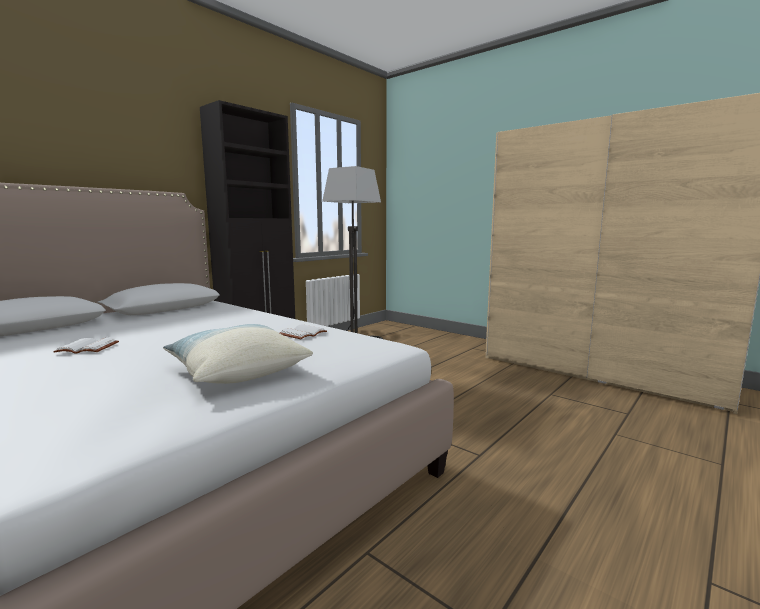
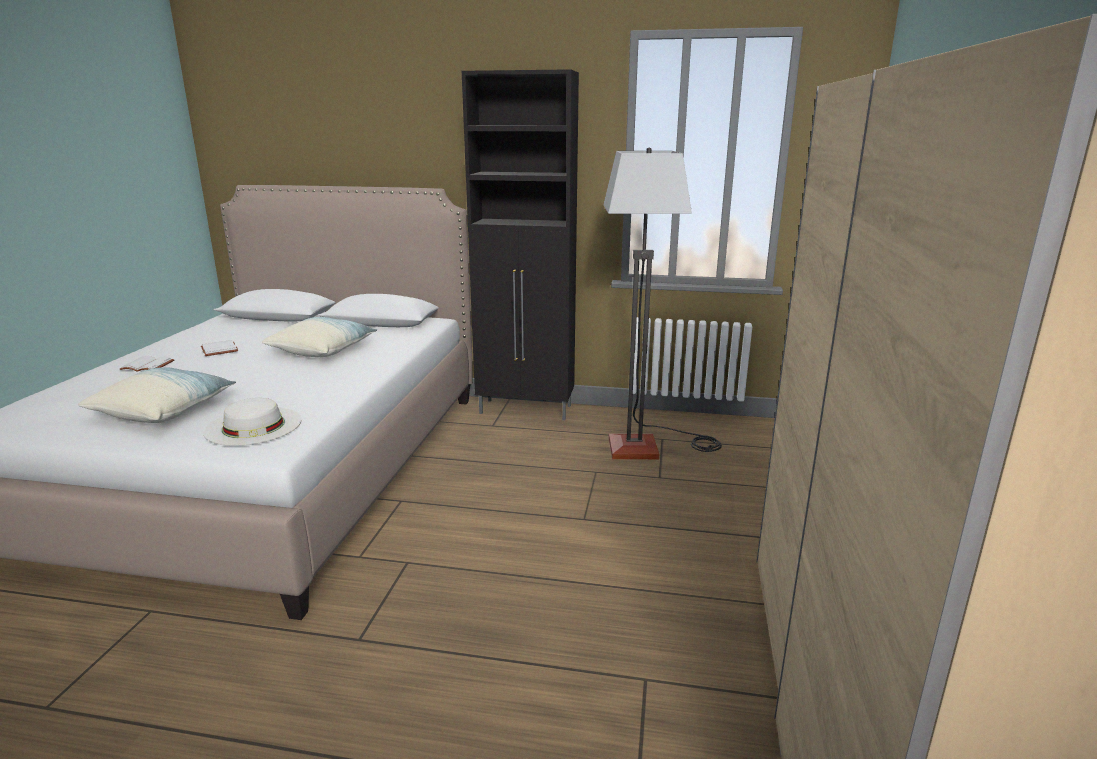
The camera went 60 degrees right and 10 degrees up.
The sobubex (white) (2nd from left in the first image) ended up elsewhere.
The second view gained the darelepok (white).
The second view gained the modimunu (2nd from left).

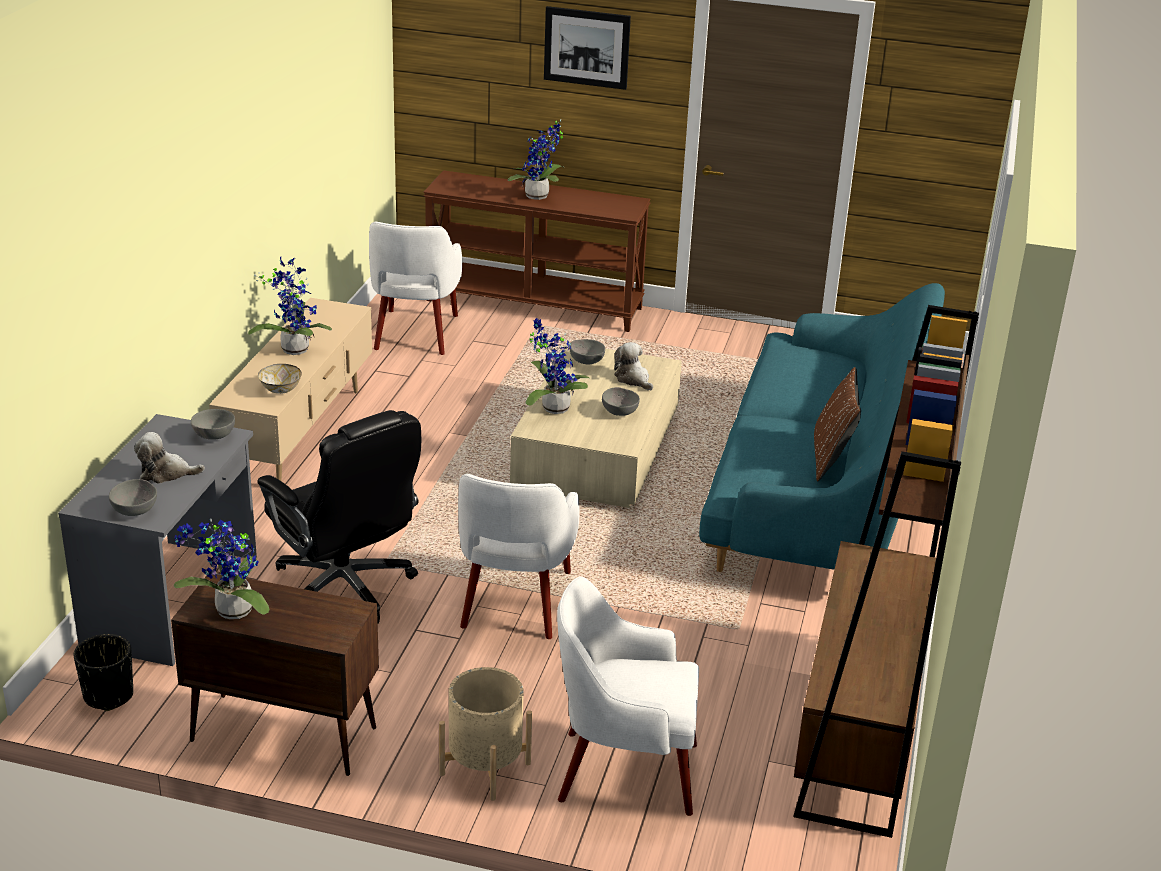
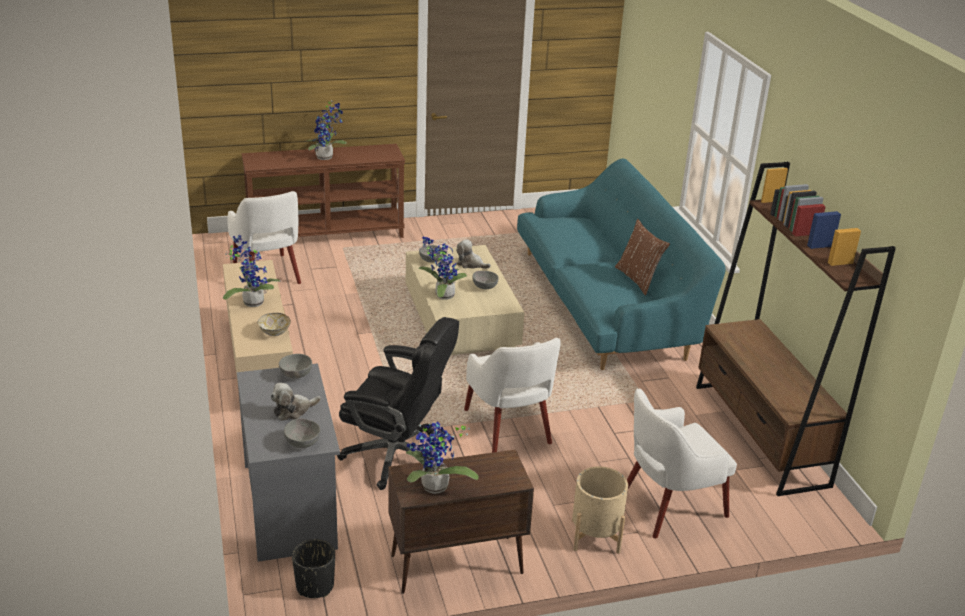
The camera went 30 degrees left and 0 degrees up.
The second view lost the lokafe.

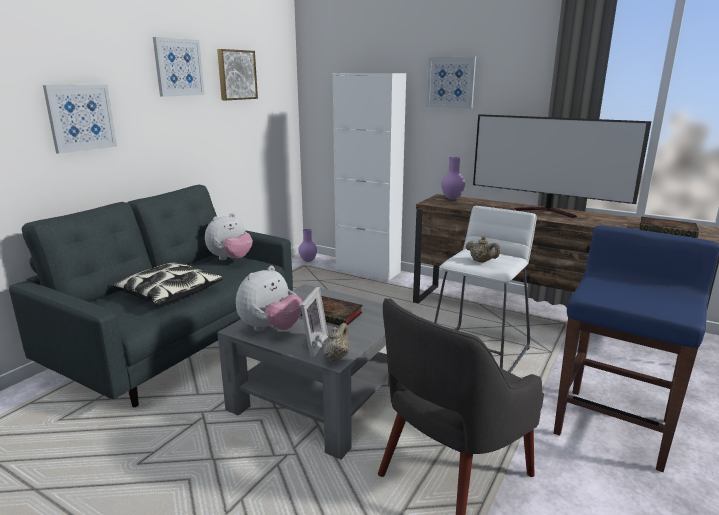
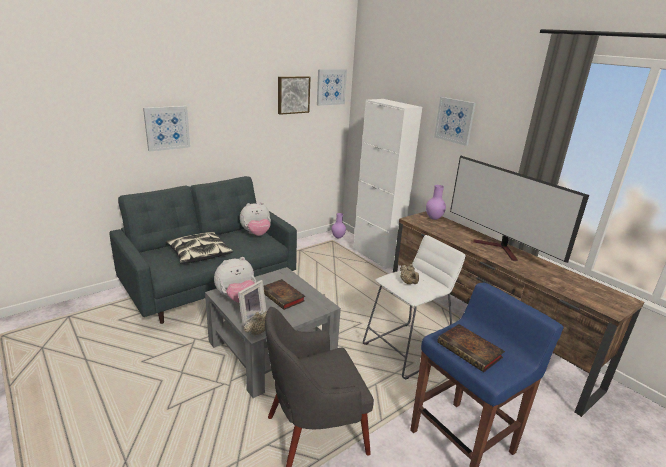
The camera went 20 degrees right and 5 degrees up.
The lokafe (2nd from left in the first image) ended up elsewhere.
The sobubex (2nd from left) ended up elsewhere.

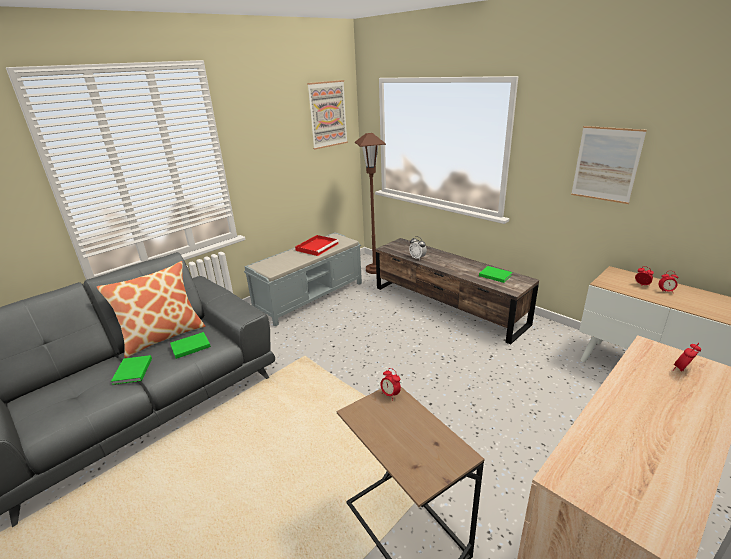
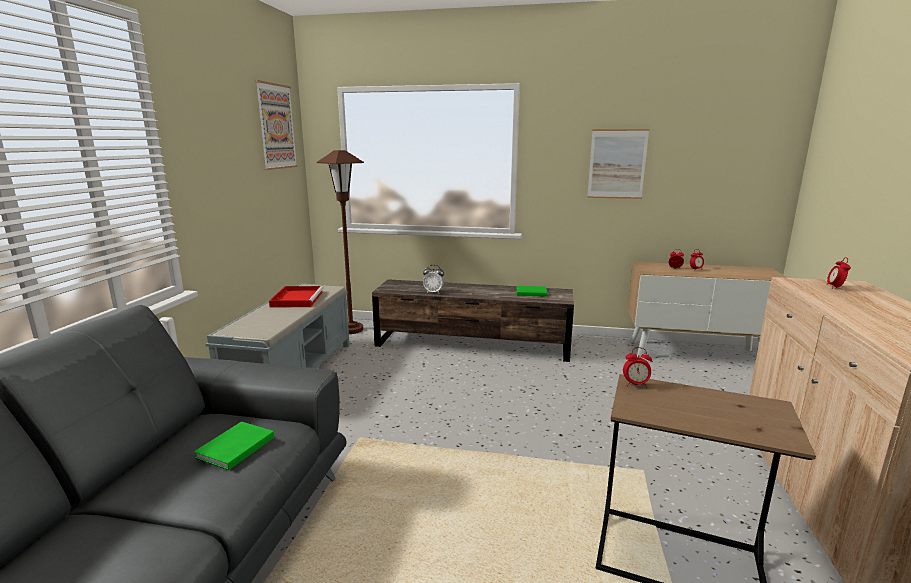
The camera went 35 degrees left and 10 degrees down.
The second view lost the modimunu.
The second view lost the sobubex (green) (1st from left).

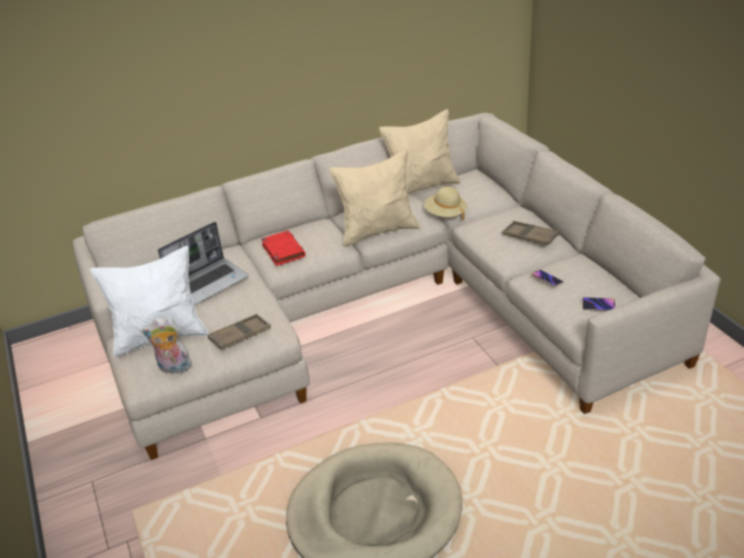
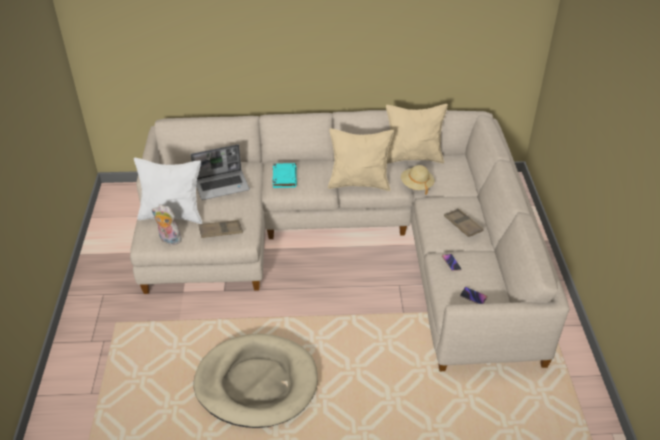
The camera went 20 degrees right and 5 degrees up.
What was the sobubex (red) turned into the sobubex (turquoise).

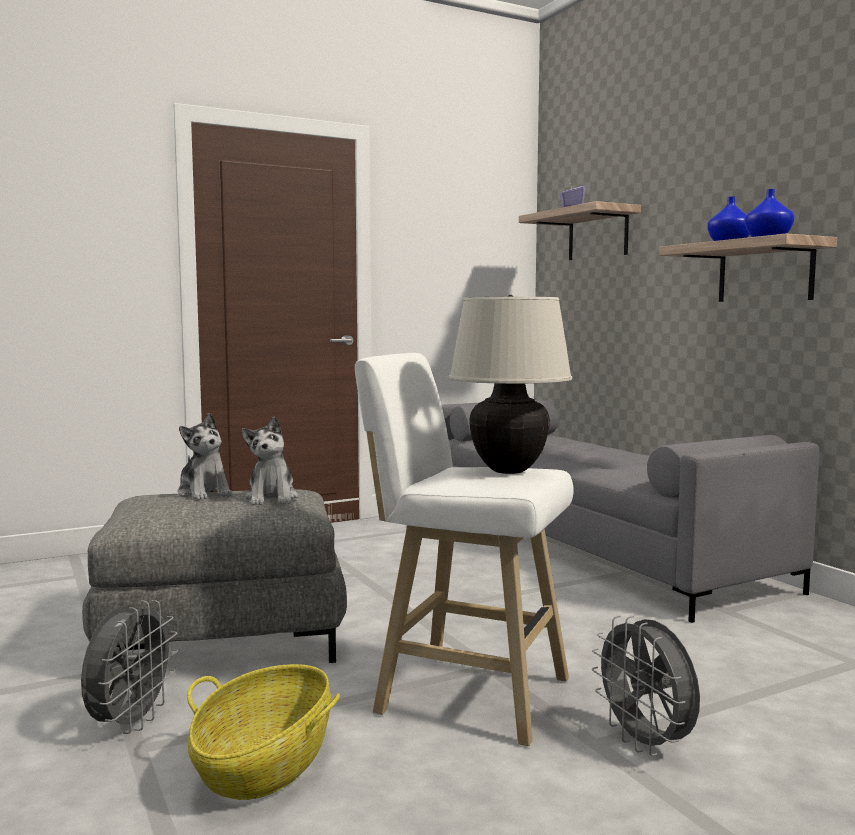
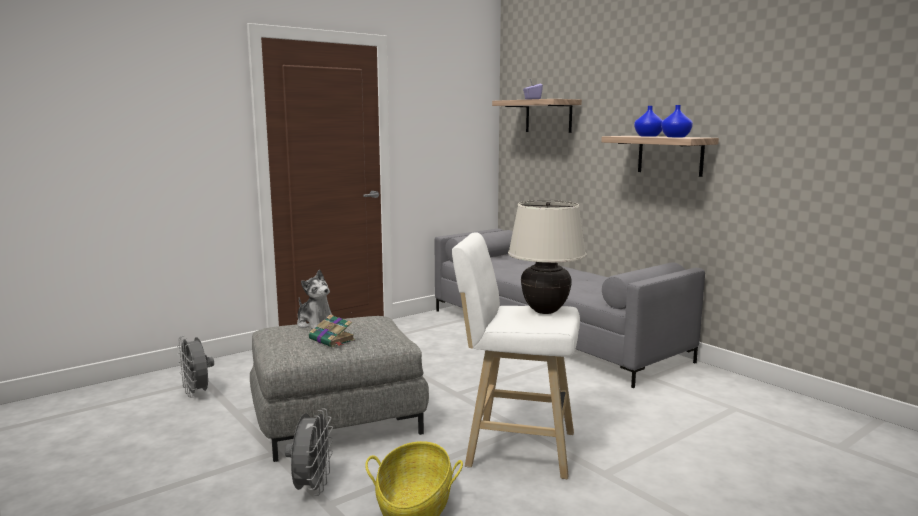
The camera went 10 degrees left and 5 degrees up.
The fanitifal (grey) (2nd from left in the first image) ended up elsewhere.
The second view gained the sobubex.
The second view lost the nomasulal (2nd from left).

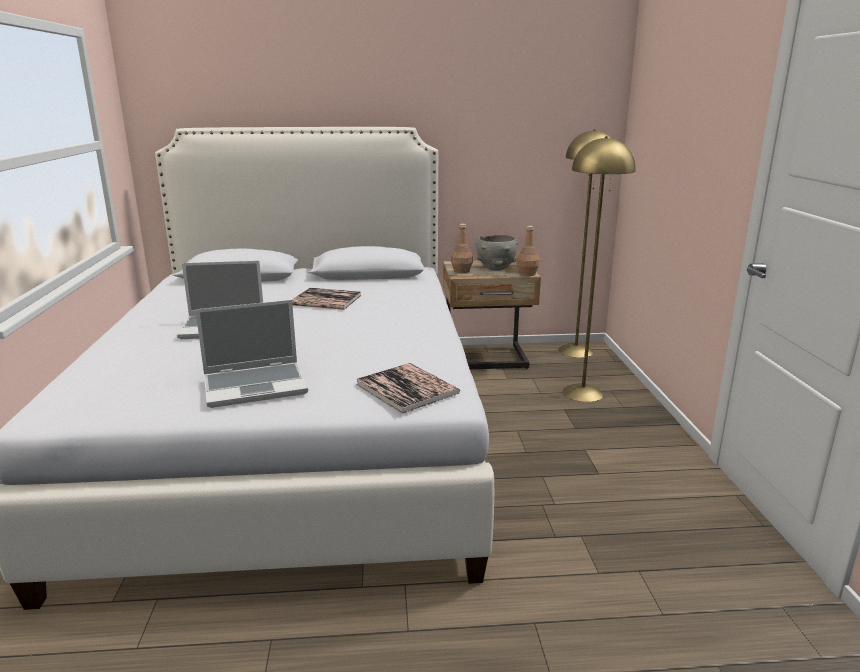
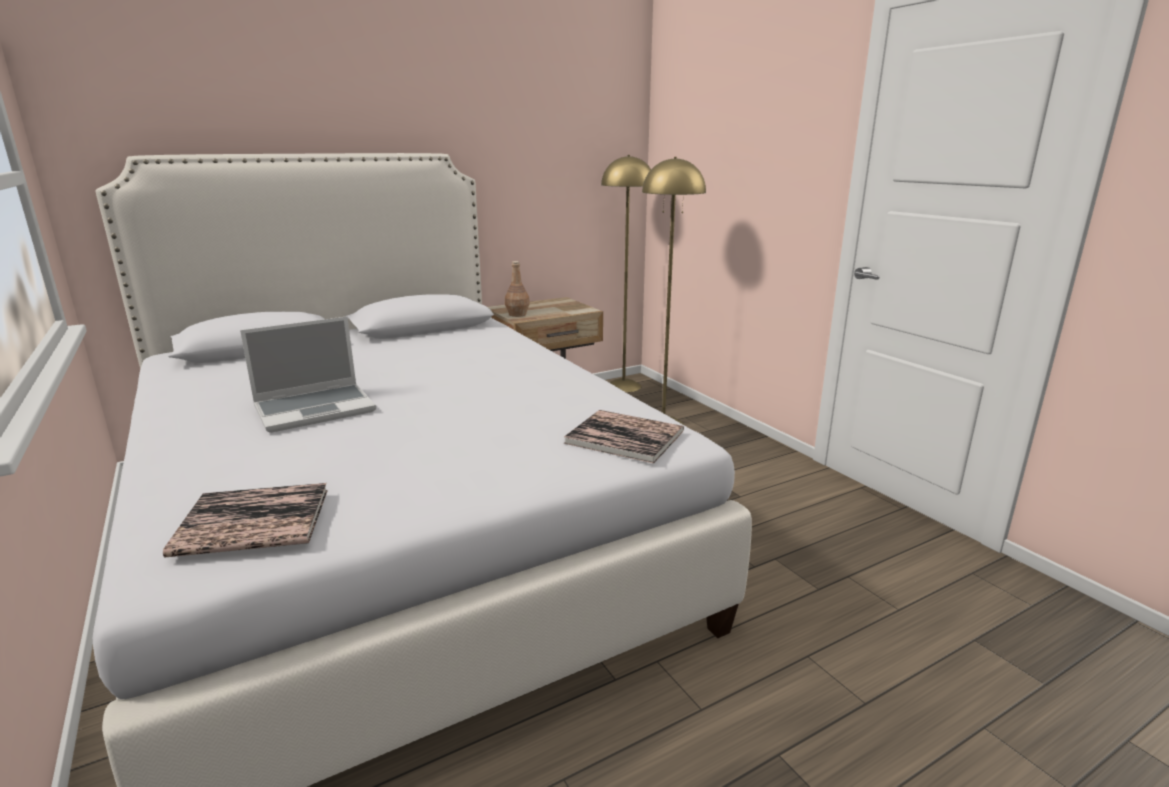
The camera went 25 degrees left and 0 degrees up.
The sobubex (1st from left) ended up elsewhere.
The second view lost the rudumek (2nd from left).
The second view lost the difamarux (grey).
The second view lost the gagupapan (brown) (2nd from left).

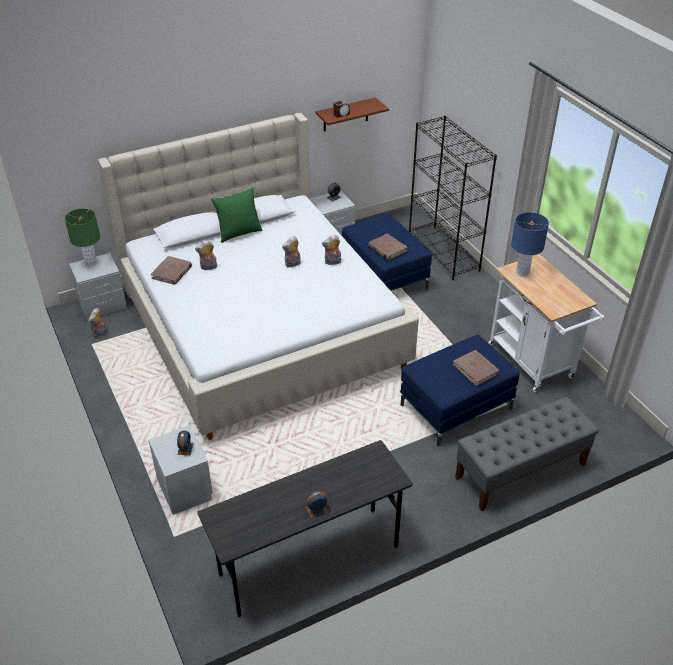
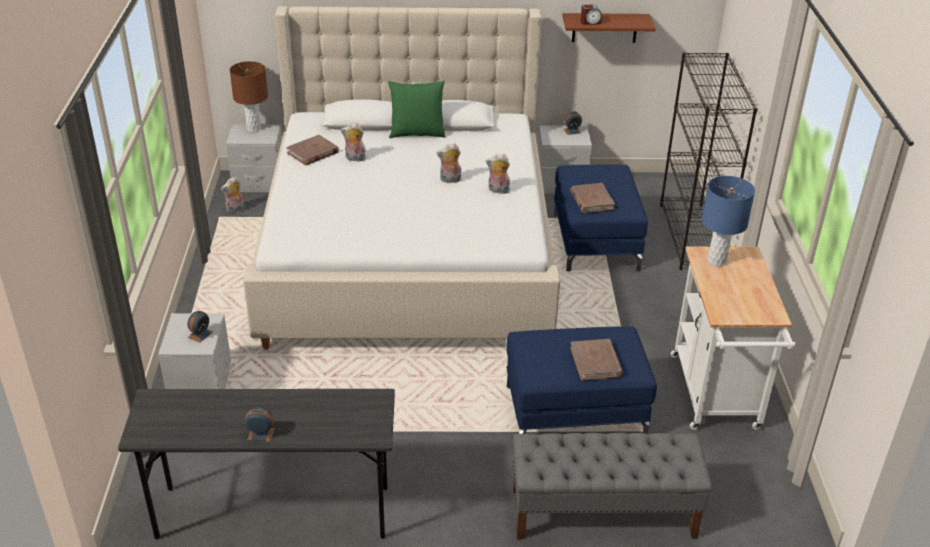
The camera went 25 degrees right and 5 degrees down.
What was the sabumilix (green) turned into the sabumilix (brown).

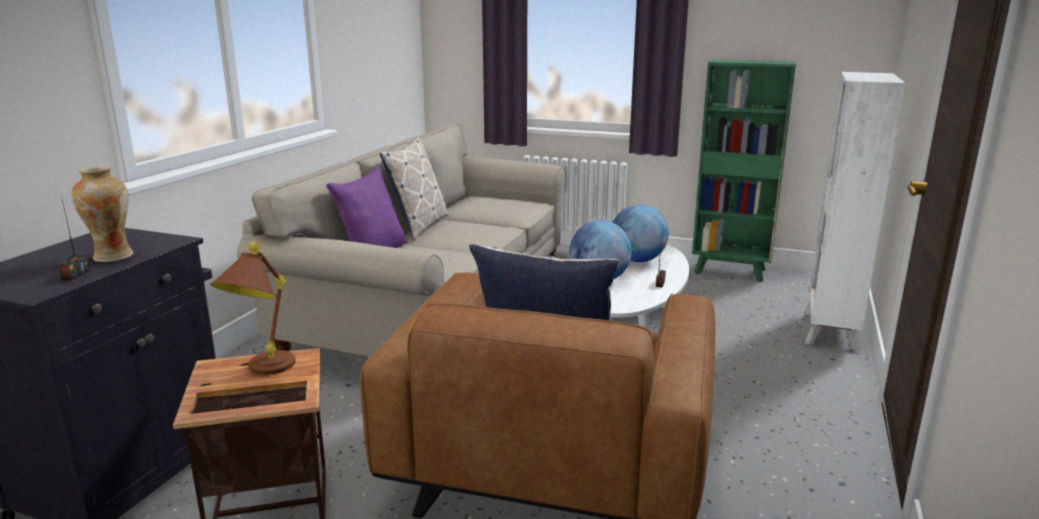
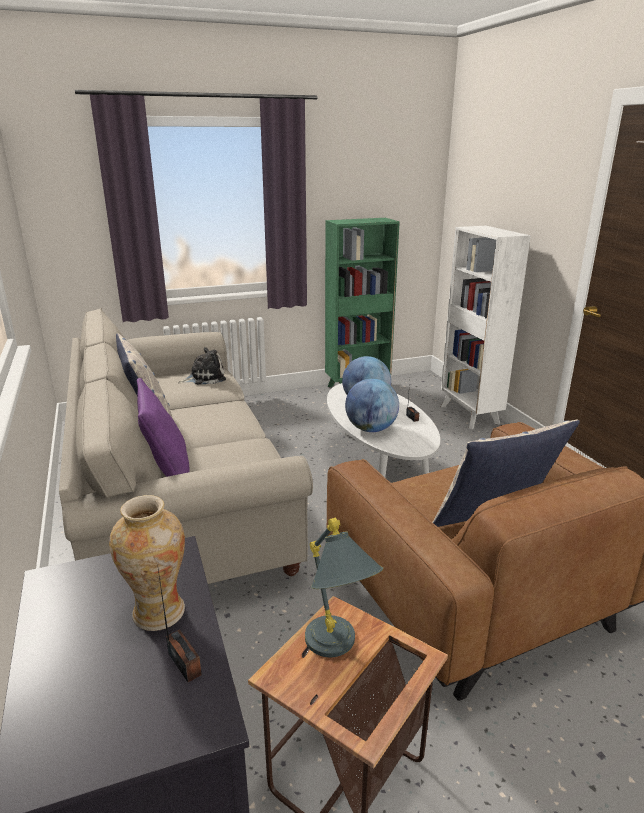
The camera went 40 degrees left and 5 degrees up.
The second view gained the nomasulal.
What was the sabumilix (brown) turned into the sabumilix (grey).

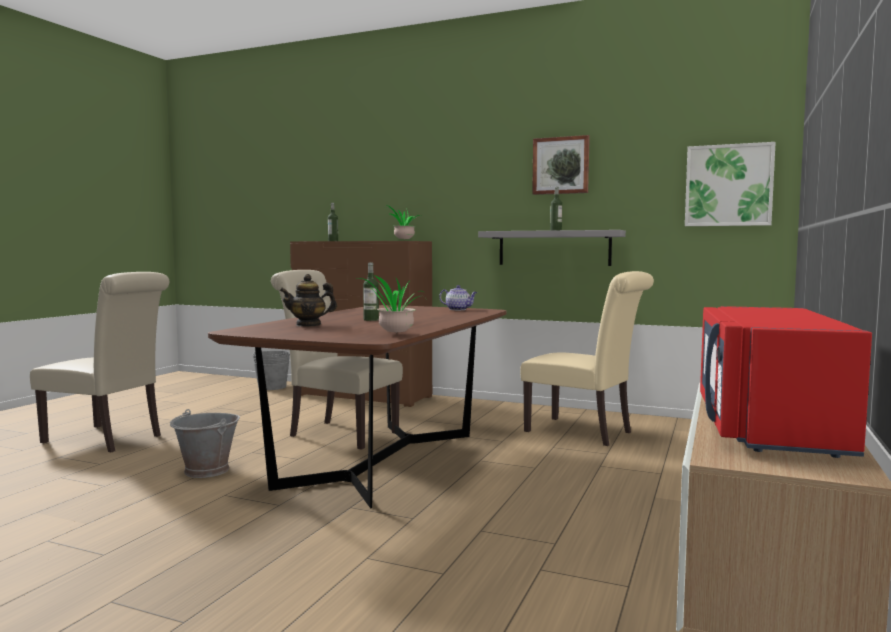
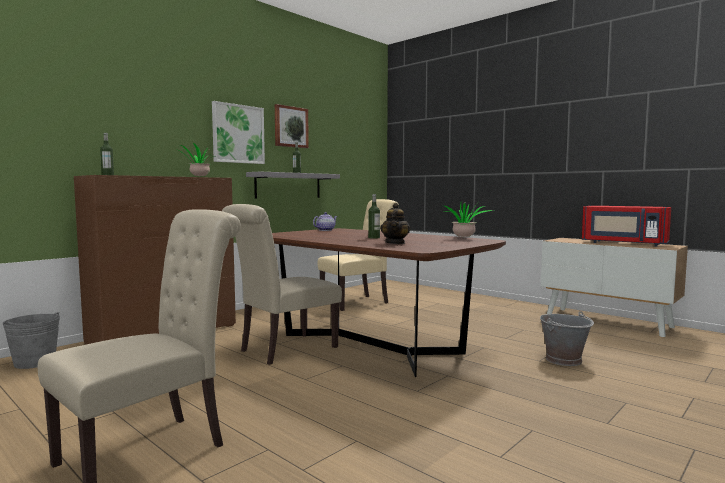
The camera went 70 degrees left and 0 degrees up.
The lokafe (2nd from left in the first image) ended up elsewhere.
The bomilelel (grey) (1st from left in the first image) ended up elsewhere.

